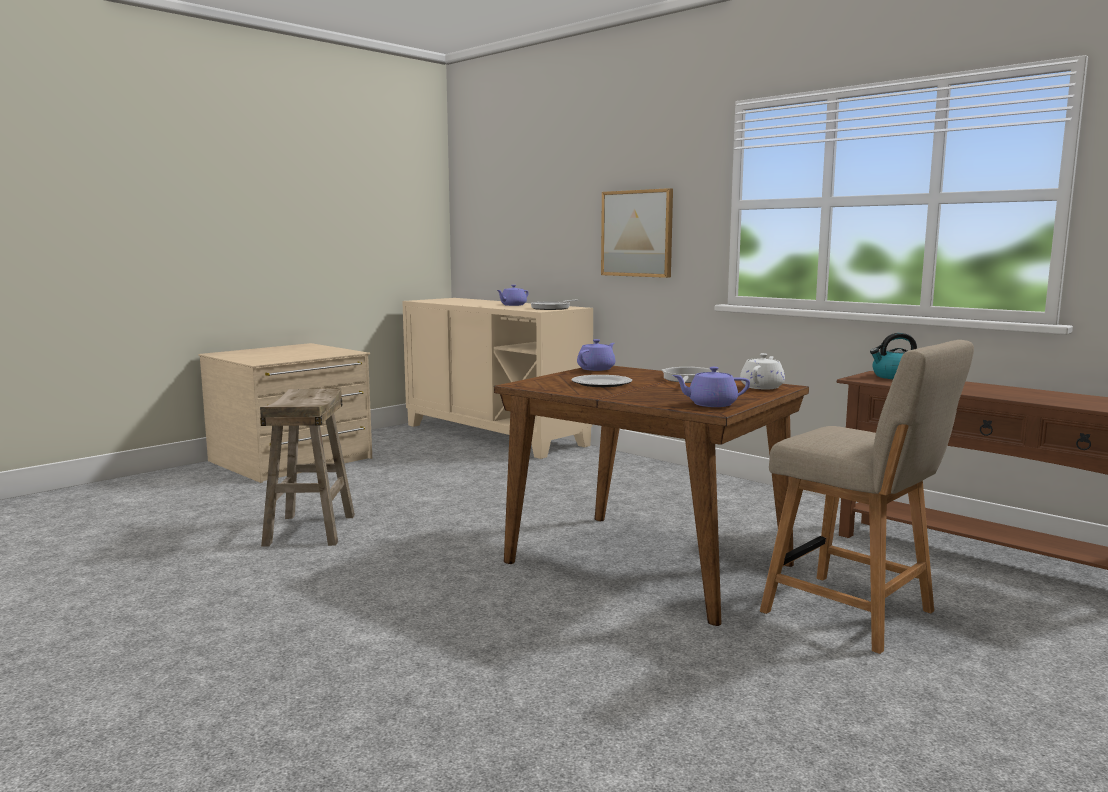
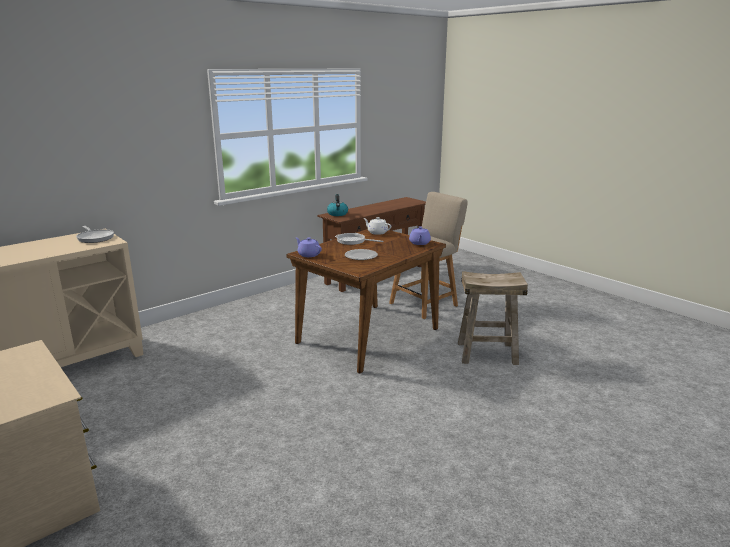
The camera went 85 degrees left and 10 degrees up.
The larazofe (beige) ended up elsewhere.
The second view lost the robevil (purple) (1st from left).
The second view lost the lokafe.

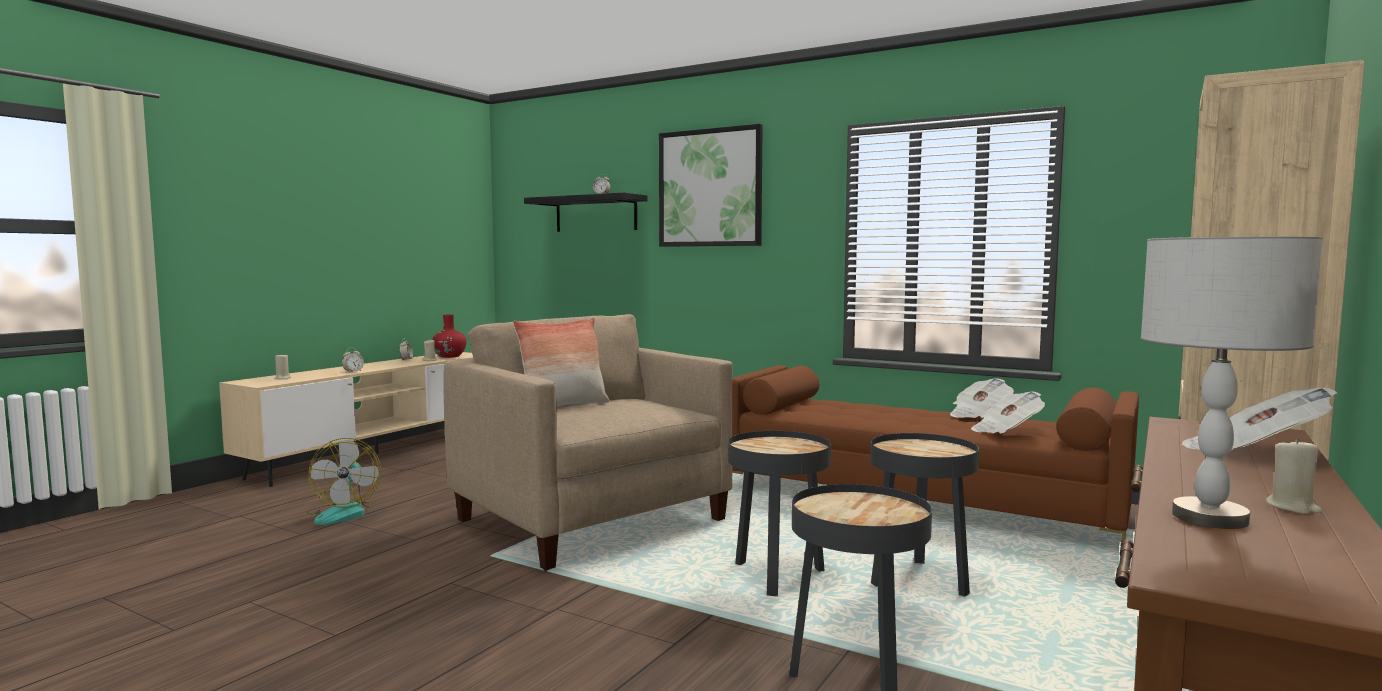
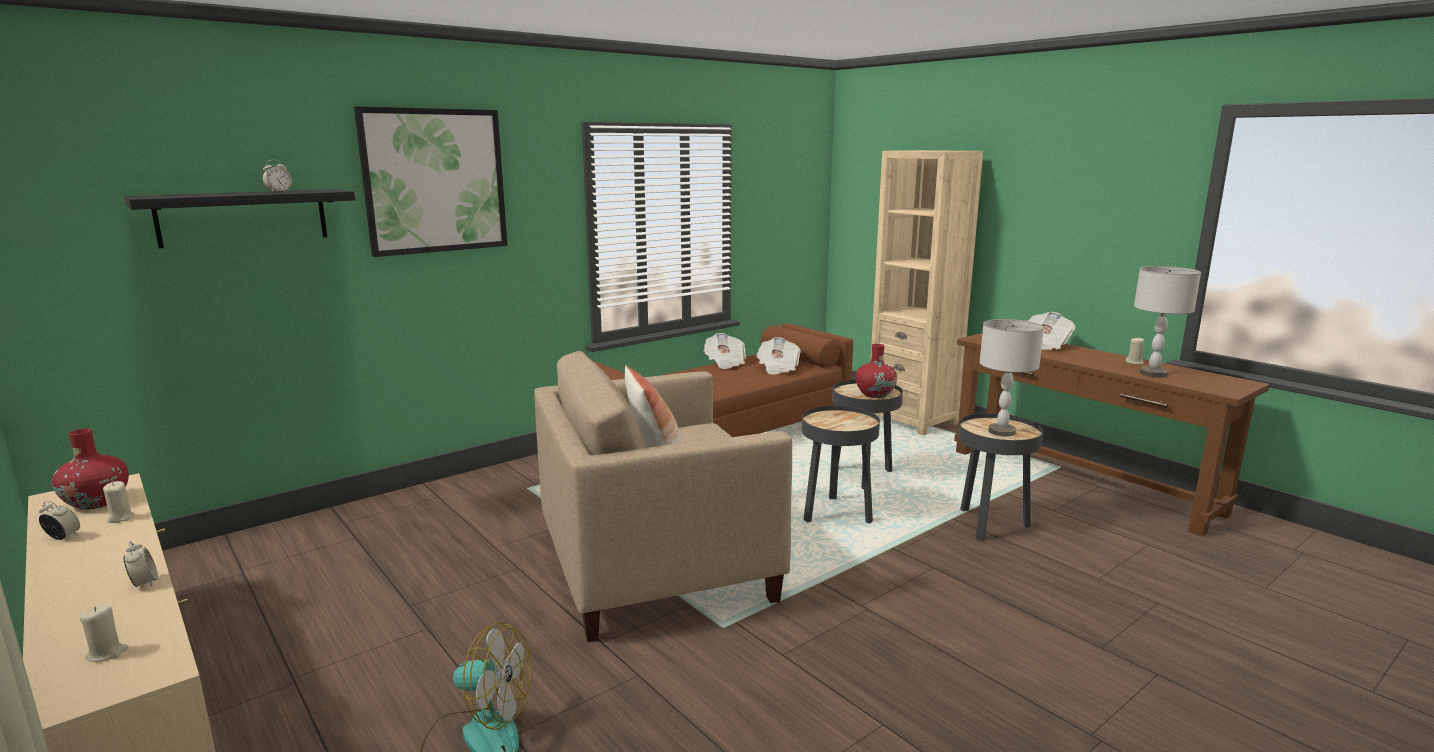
The camera went 70 degrees left and 10 degrees up.
The second view gained the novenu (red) (2nd from left).
The second view gained the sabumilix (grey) (1st from left).

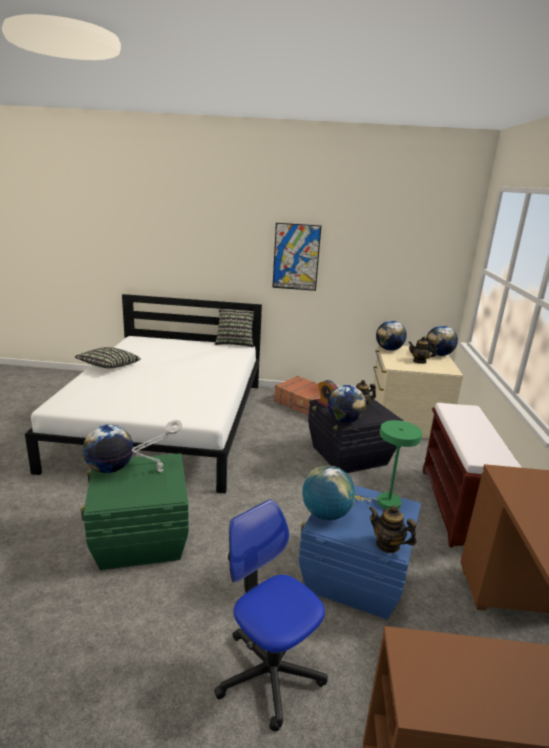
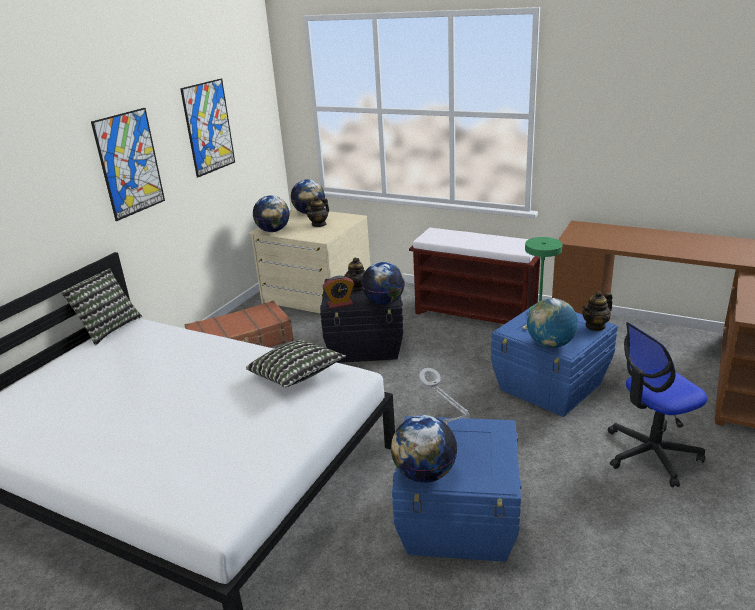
The camera went 65 degrees left and 5 degrees up.
The second view gained the lokafe (2nd from left).
The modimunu (1st from left in the first image) ended up elsewhere.
What was the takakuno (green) turned into the takakuno (blue) (1st from left).

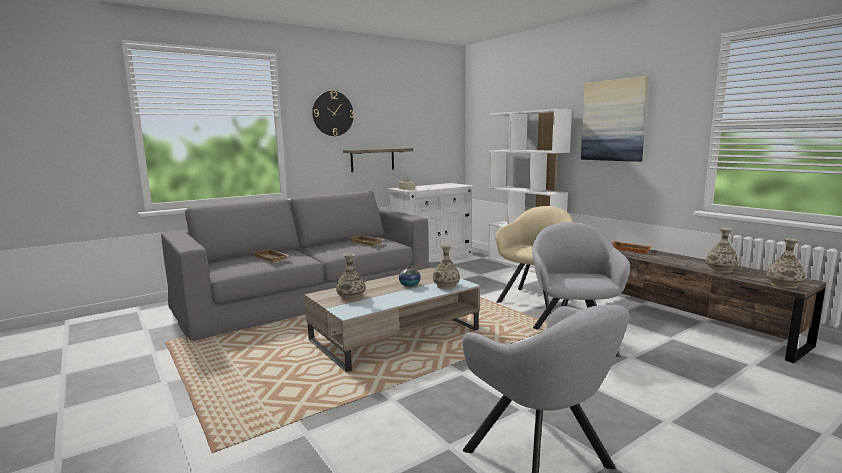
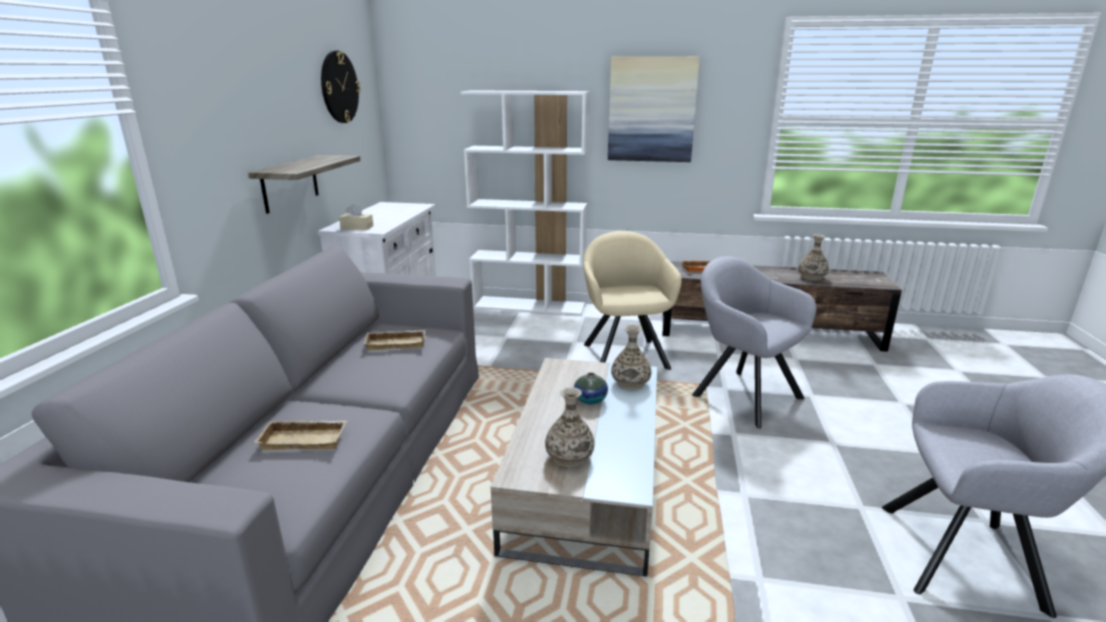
The camera went 45 degrees left and 10 degrees up.
The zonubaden ended up elsewhere.
The second view lost the novenu (5th from left).

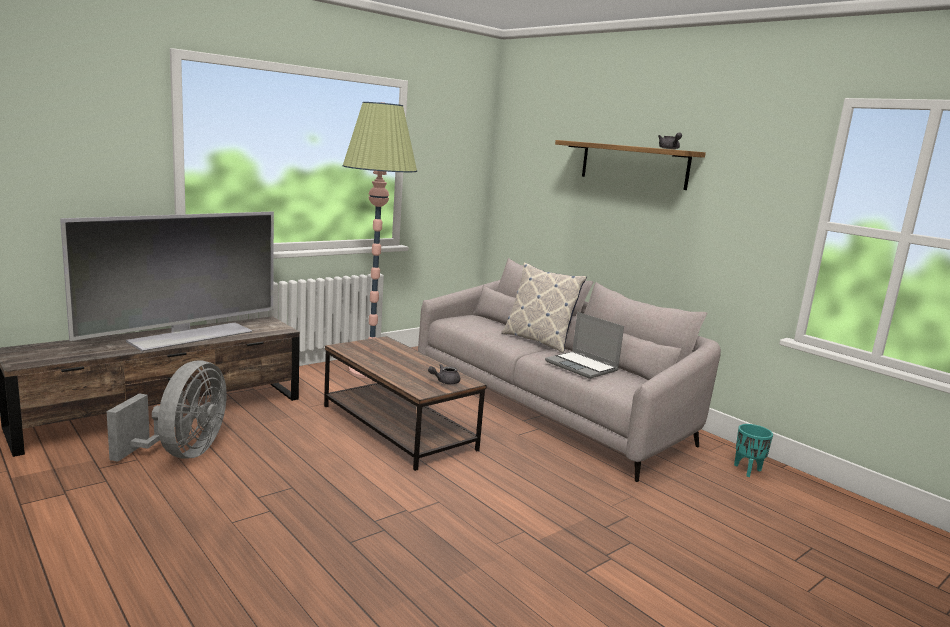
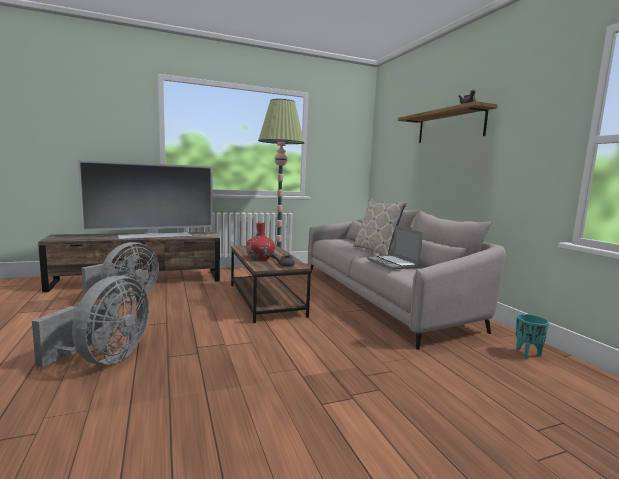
The camera went 20 degrees right and 5 degrees down.
The second view gained the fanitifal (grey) (1st from left).
The second view gained the novenu (red).

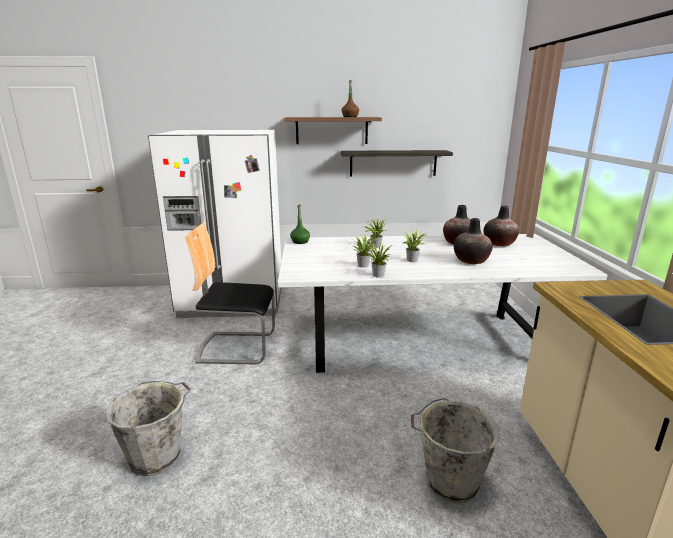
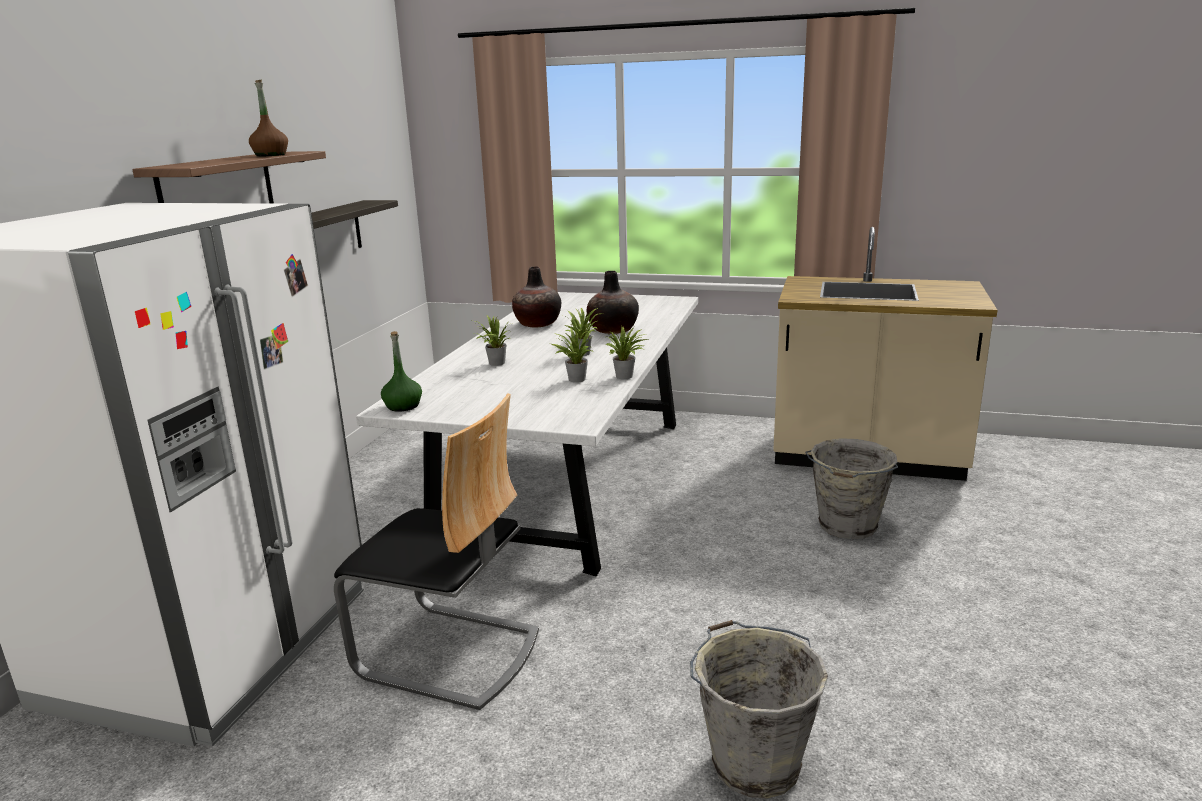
The camera went 70 degrees left and 0 degrees up.
The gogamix ended up facing another way, 90 degrees counterclockwise from before.
The second view lost the novenu (3rd from left).

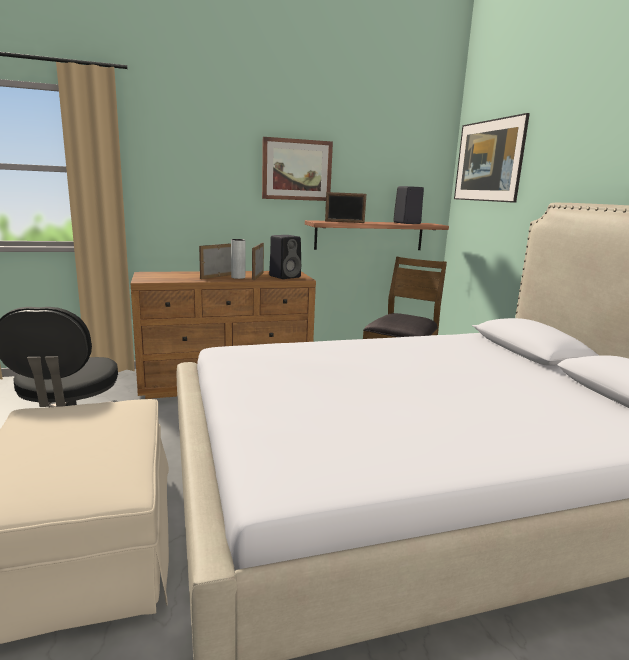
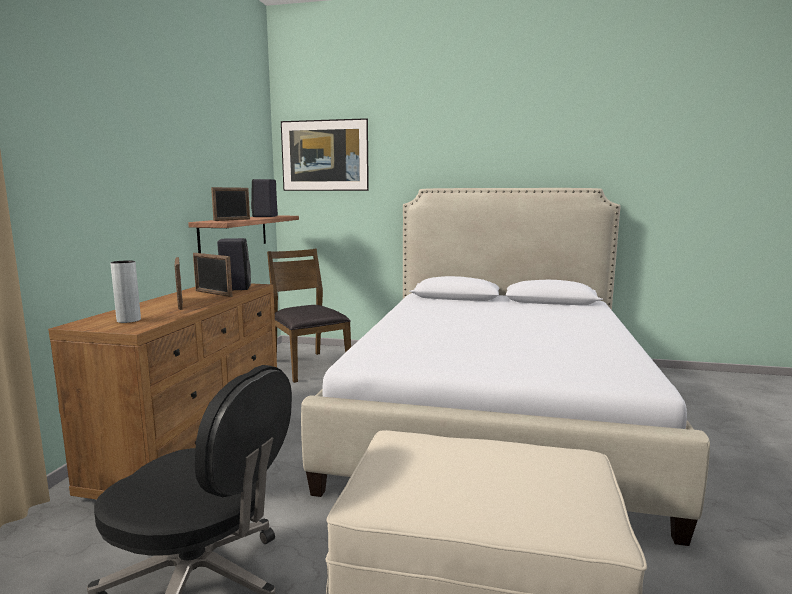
The camera went 60 degrees left and 5 degrees down.
The novenu (grey) ended up elsewhere.
The second view lost the lokafe (1st from left).

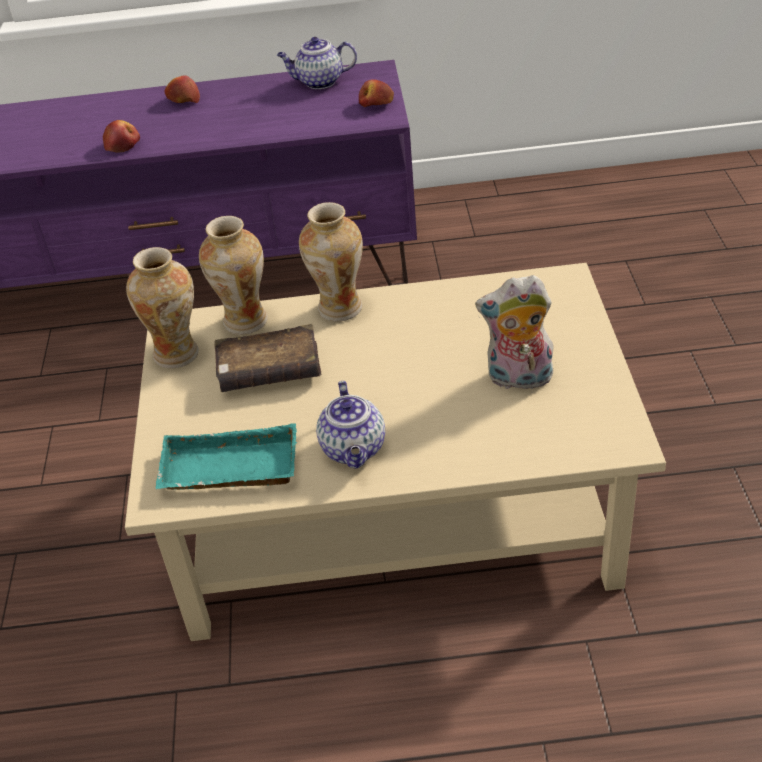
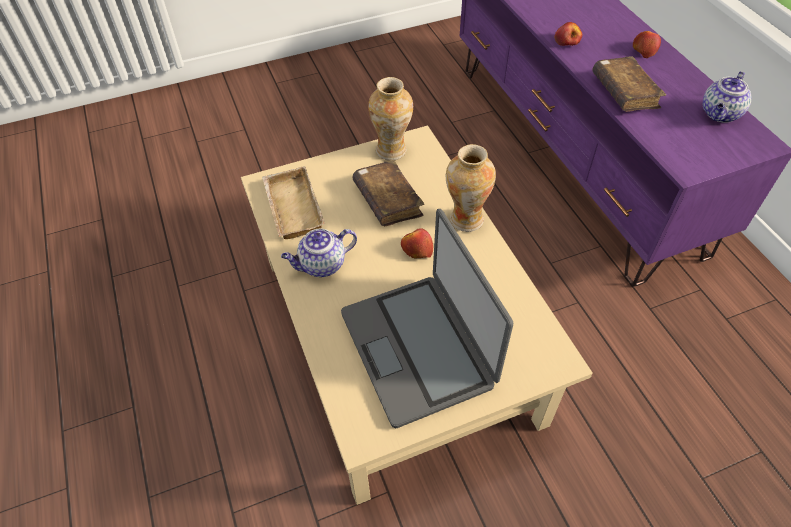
The camera went 70 degrees right and 10 degrees up.
What was the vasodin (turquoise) turned into the vasodin (beige).
Where the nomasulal stood, the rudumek came to stand.
The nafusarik (3rd from left in the first image) ended up elsewhere.
The second view gained the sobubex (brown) (2nd from left).
The robevil (1st from left in the first image) ended up facing another way, 120 degrees counterclockwise from before.
The second view lost the novenu (2nd from left).

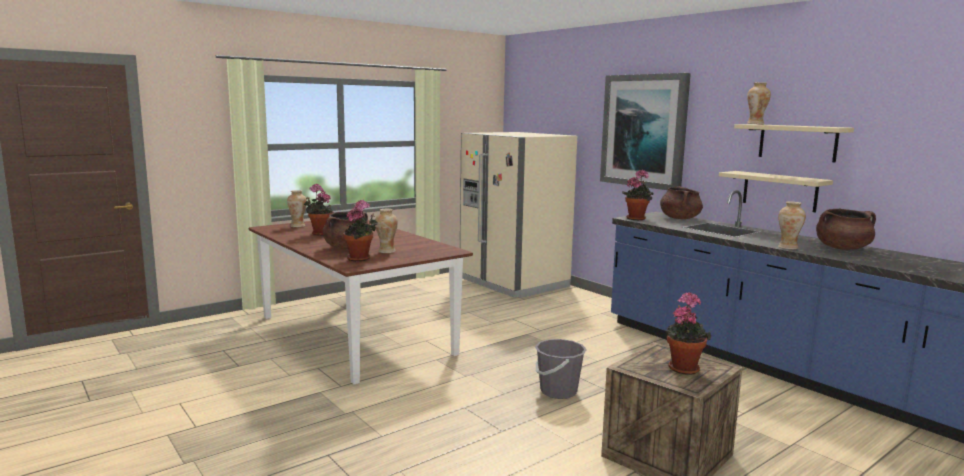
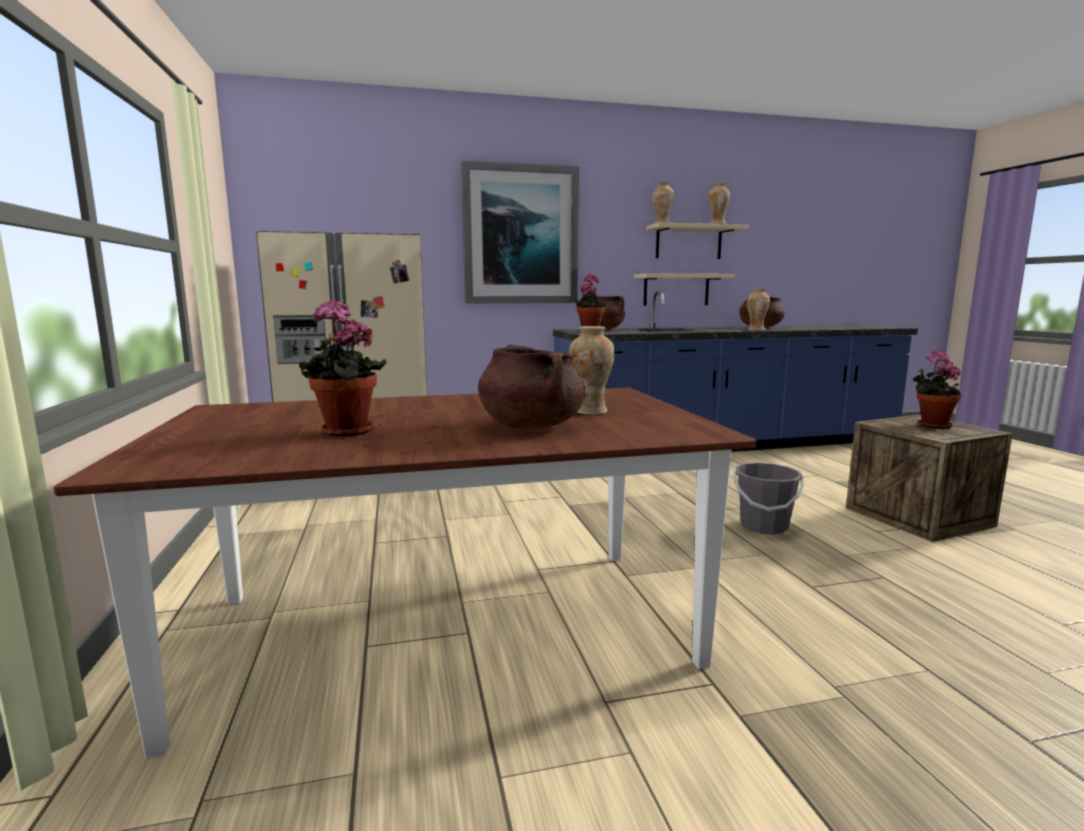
The camera went 65 degrees left and 0 degrees up.
The novenu (1st from left in the first image) ended up elsewhere.
The second view lost the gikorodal (2nd from left).

